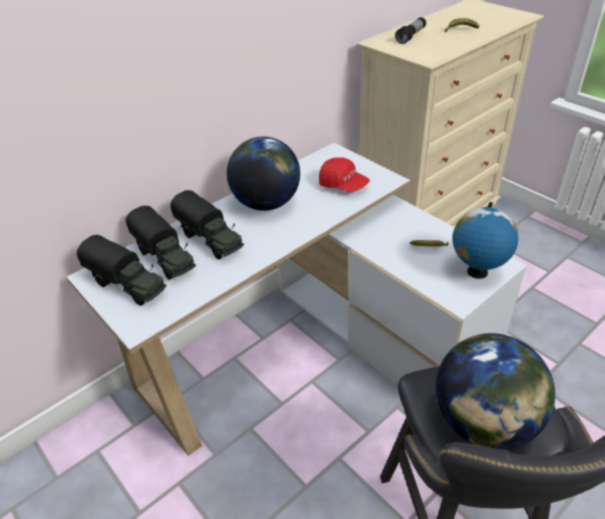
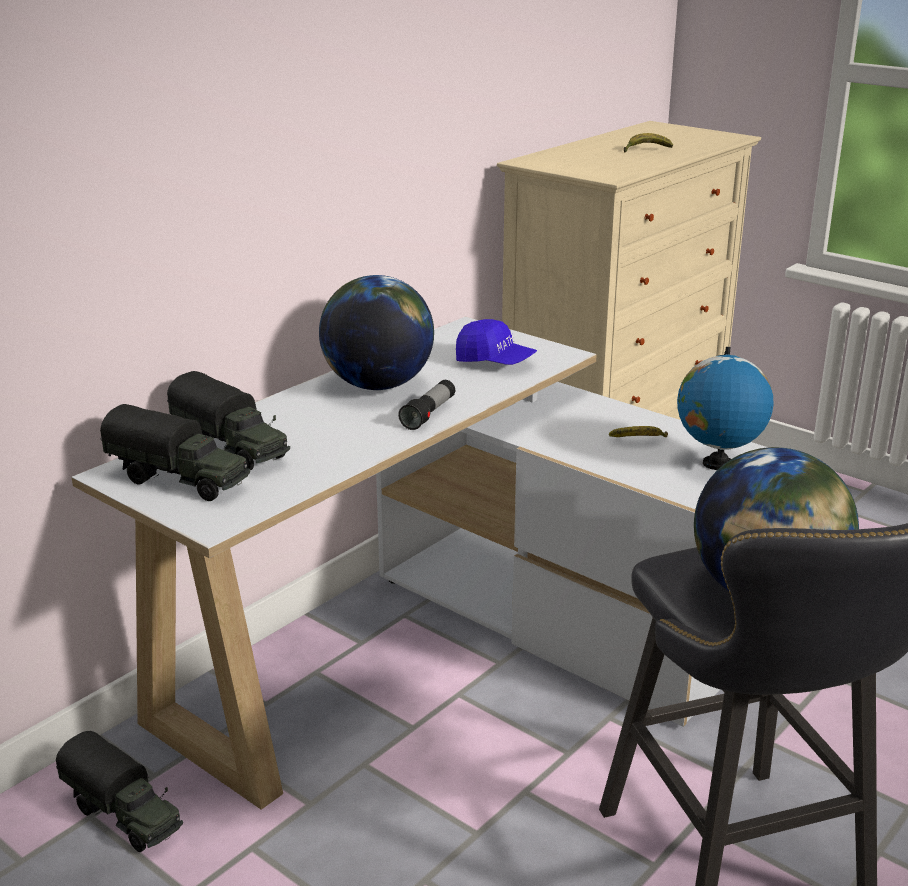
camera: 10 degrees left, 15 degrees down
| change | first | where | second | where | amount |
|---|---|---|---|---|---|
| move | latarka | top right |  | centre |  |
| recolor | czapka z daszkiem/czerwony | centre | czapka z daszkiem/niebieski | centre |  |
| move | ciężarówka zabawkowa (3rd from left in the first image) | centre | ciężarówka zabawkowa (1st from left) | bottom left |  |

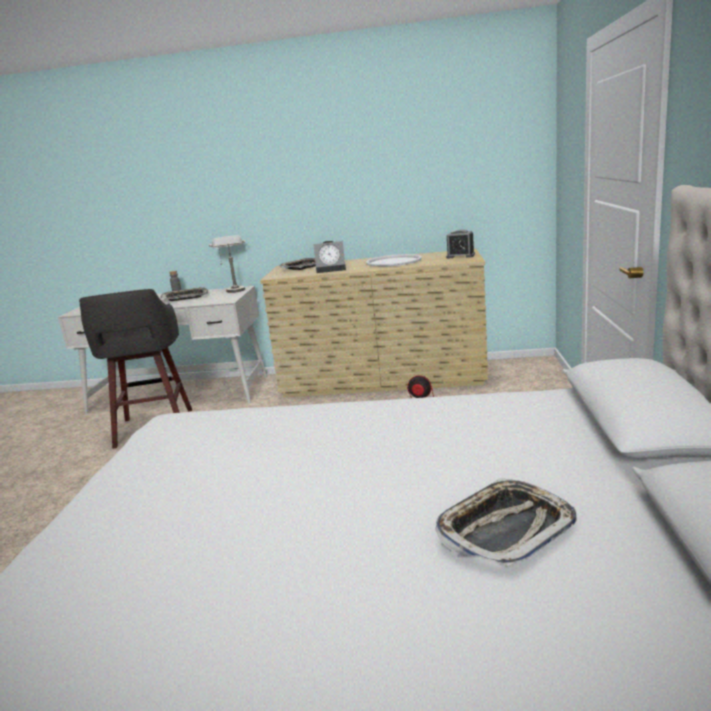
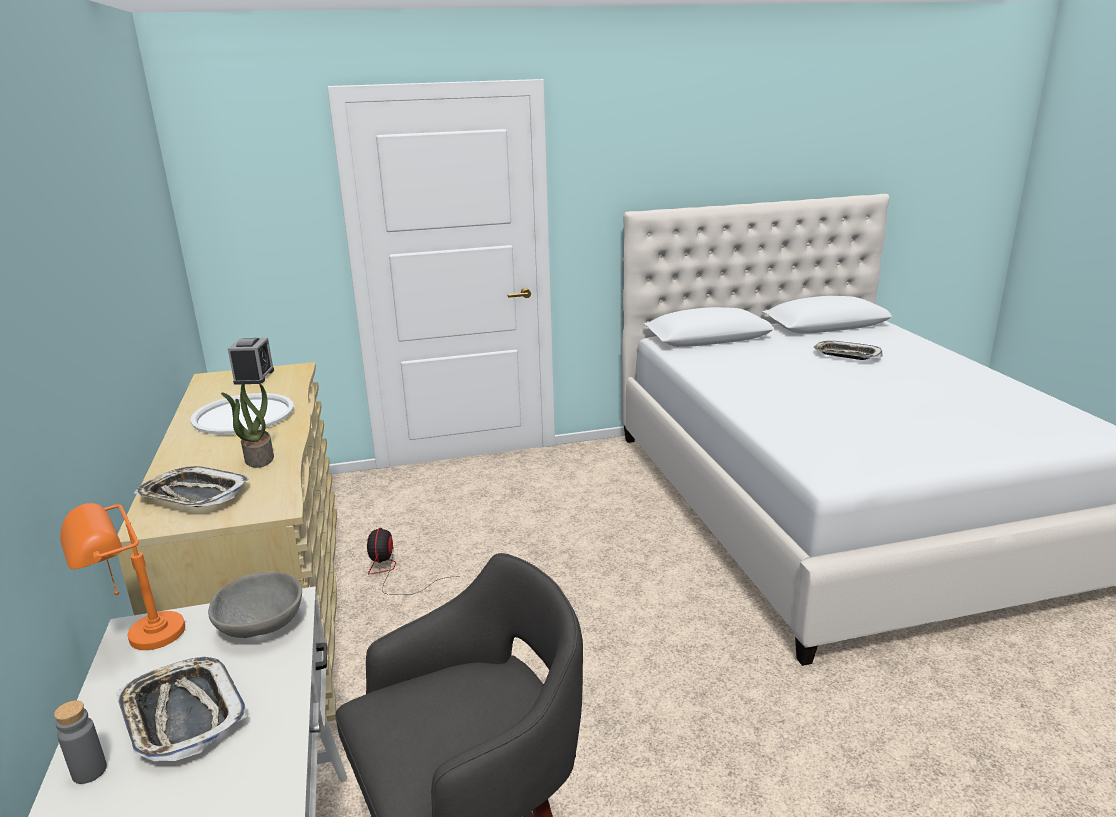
camera: 110 degrees left, 5 degrees up
| change | first | where | second | where | amount |
|---|---|---|---|---|---|
| recolor | lampa stołowa/szary | middle left | lampa stołowa/pomarańczowy | bottom left |  |
| replace | budzik (1st from left) | centre | roślina doniczkowa | middle left |  |
| insert |  |  | miska/szary | bottom left |  |

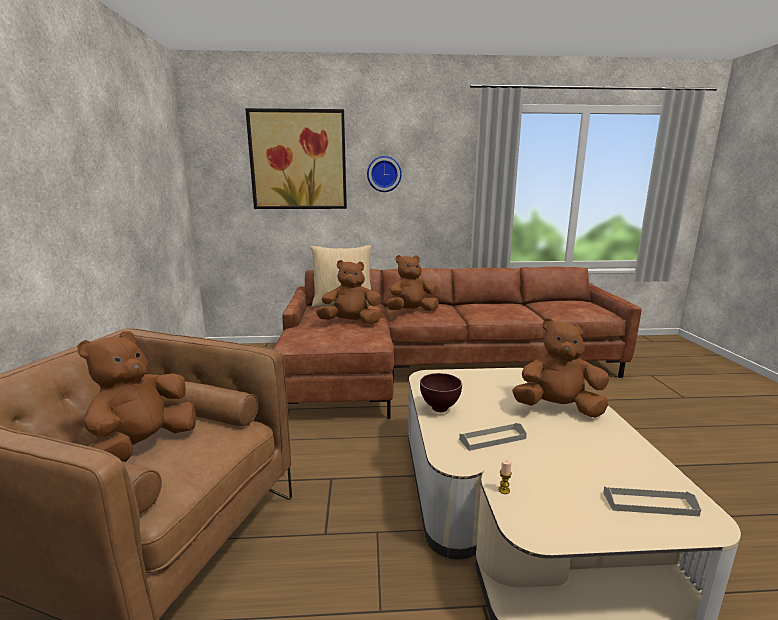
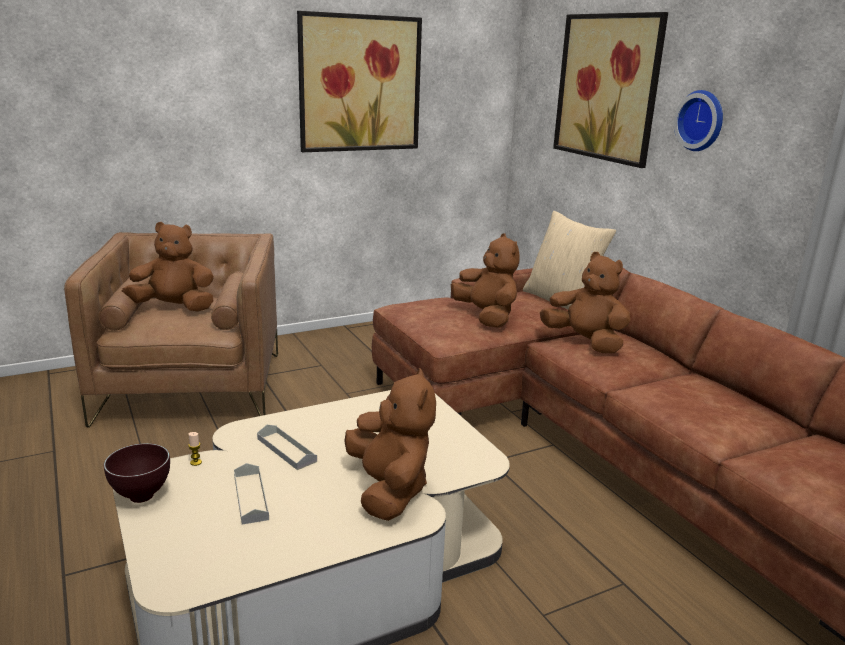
camera: 65 degrees right, 5 degrees up
| change | first | where | second | where | amount |
|---|---|---|---|---|---|
| move | miska/brązowy | centre |  | bottom left |  |
| move | taca/szary (2nd from left in the first image) | bottom right | taca/szary (1st from left) | bottom left |  |
| insert |  |  | obraz (1st from left) | top centre |  |

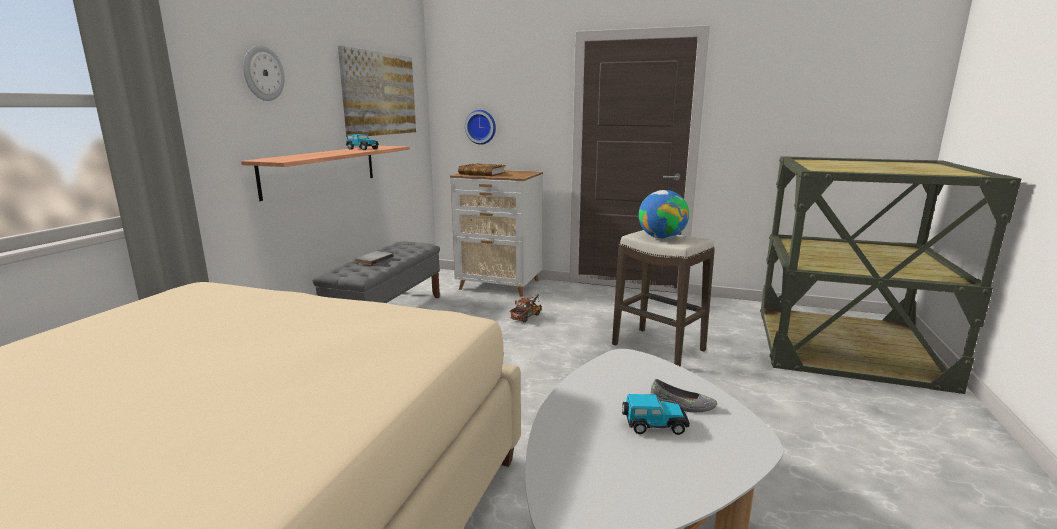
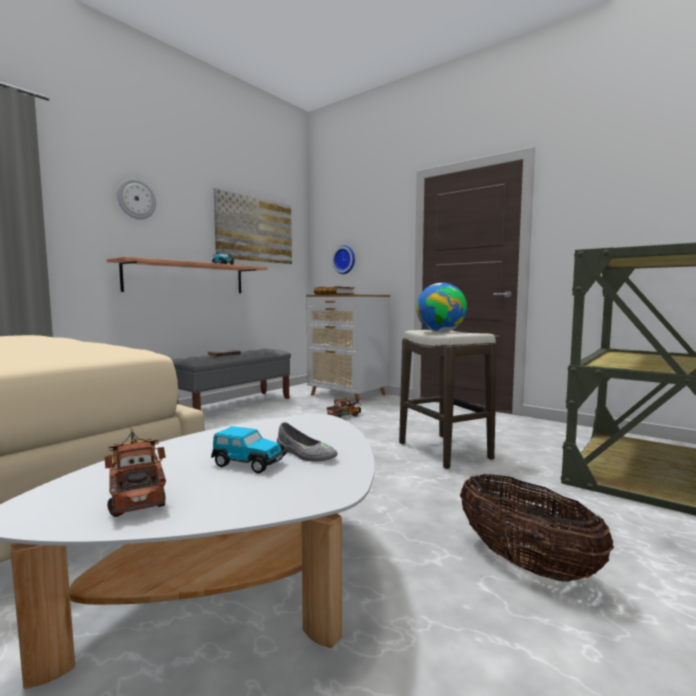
camera: 20 degrees right, 10 degrees down
| change | first | where | second | where | amount |
|---|---|---|---|---|---|
| insert |  |  | ciężarówka zabawkowa (1st from left) | bottom left |  |
| insert |  |  | koszyk | bottom right |  |

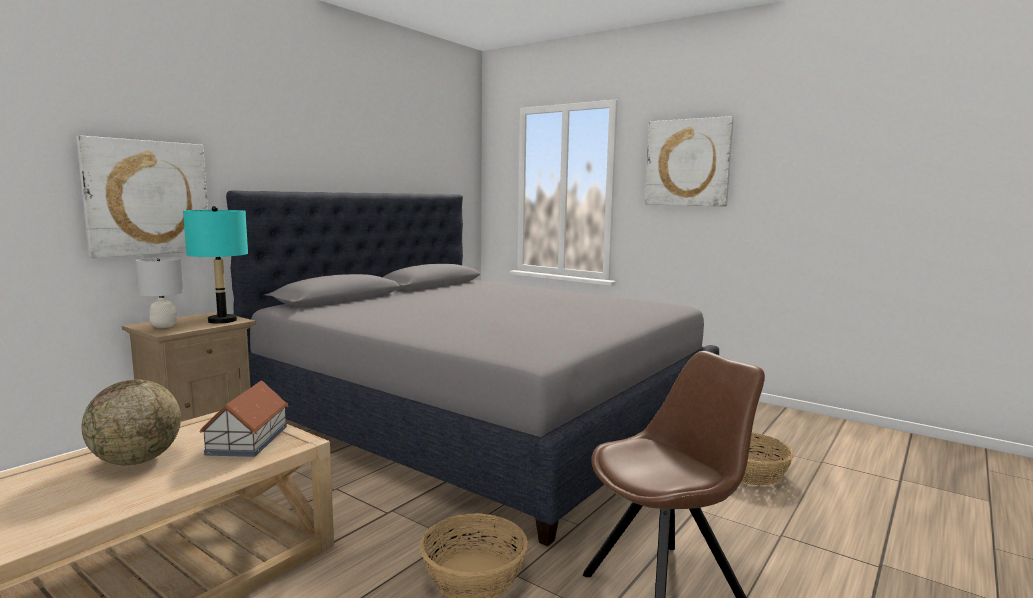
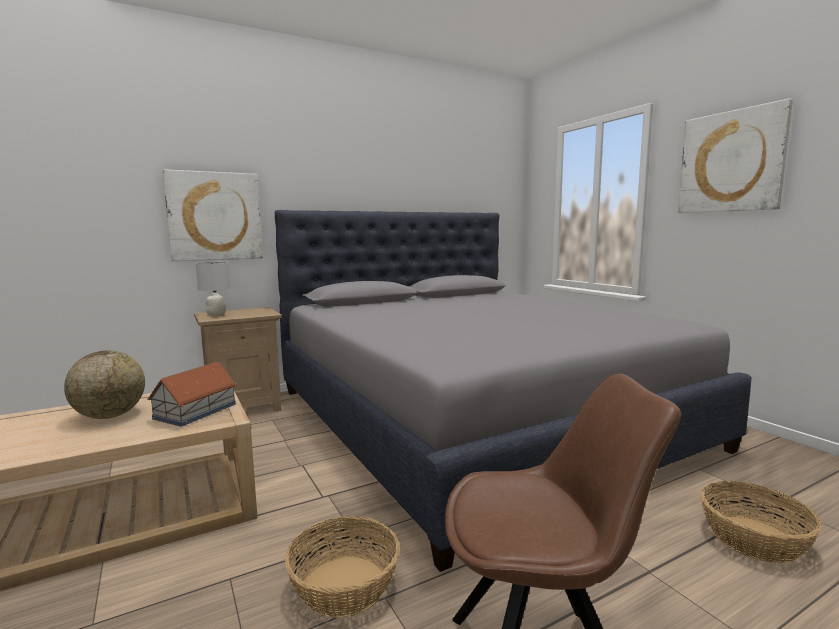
camera: 25 degrees right, 0 degrees up
| change | first | where | second | where | amount |
|---|---|---|---|---|---|
| delete | lampa stołowa/turkusowy | middle left |  |  |  |

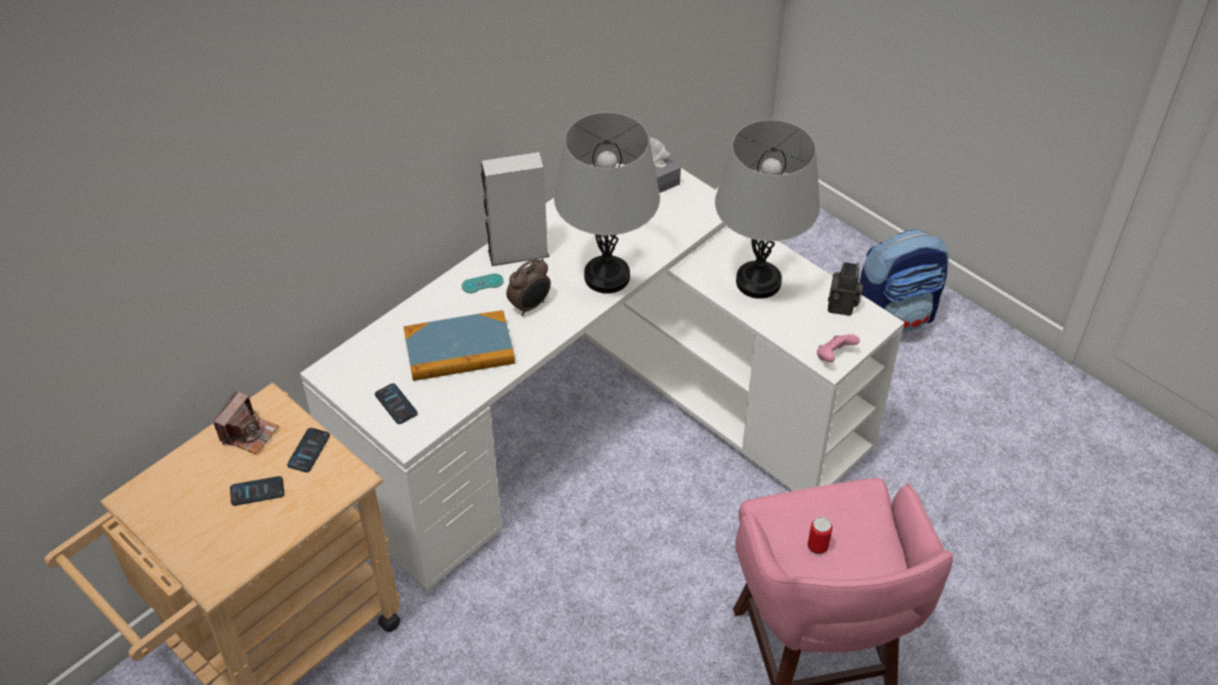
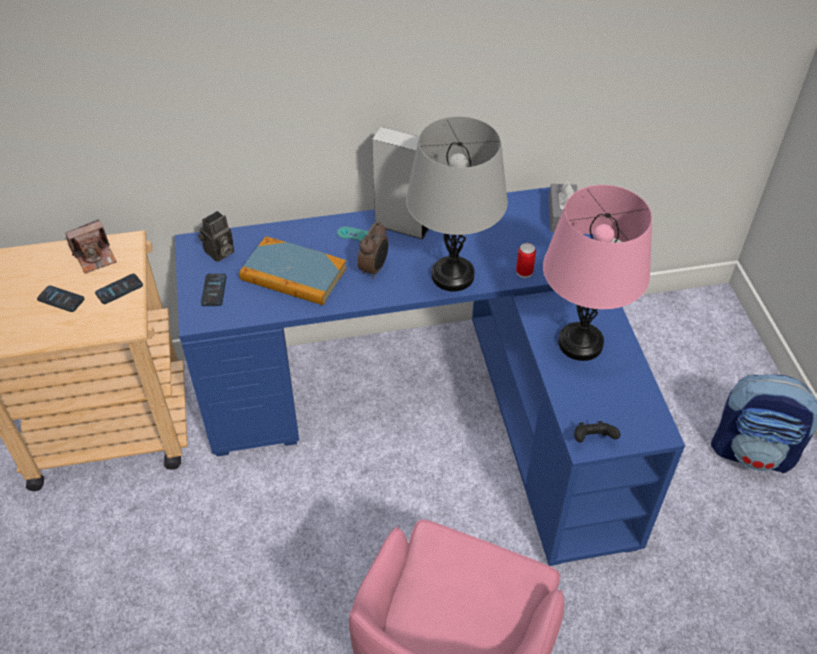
camera: 35 degrees right, 0 degrees up
| change | first | where | second | where | amount |
|---|---|---|---|---|---|
| recolor | lampa stołowa/szary (2nd from left) | top centre | lampa stołowa/różowy | middle right |  |
| recolor | biurko/biały | centre | biurko/niebieski | centre |  |
| rotate | budzik | centre |  | centre | 60 degrees counterclockwise |
| move | aparat fotograficzny (2nd from left) | middle right |  | middle left |  |
| recolor | pad do gier/różowy | middle right | pad do gier/czarny | middle right |  |
| move | puszka | bottom right |  | centre |  |

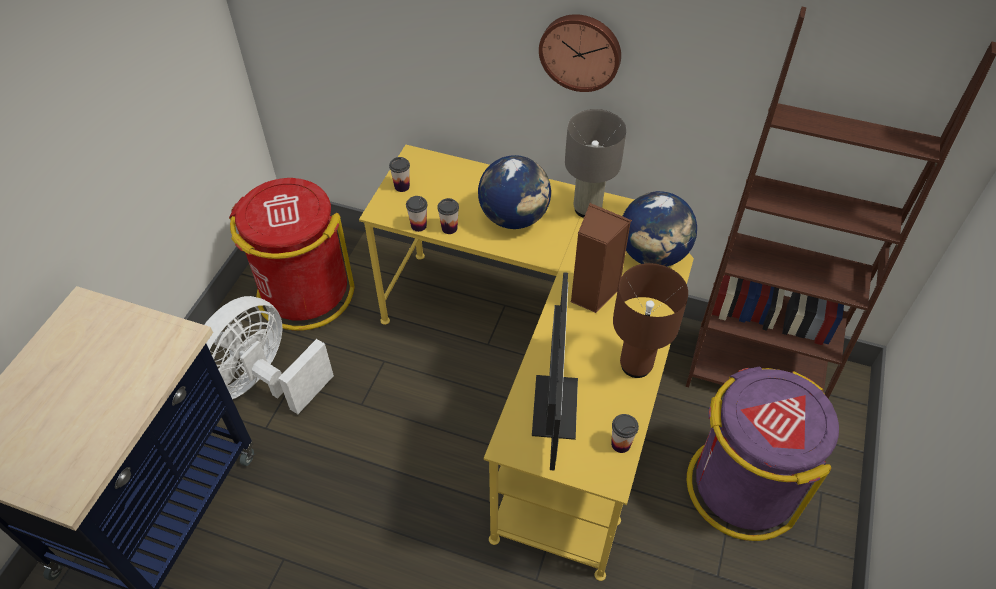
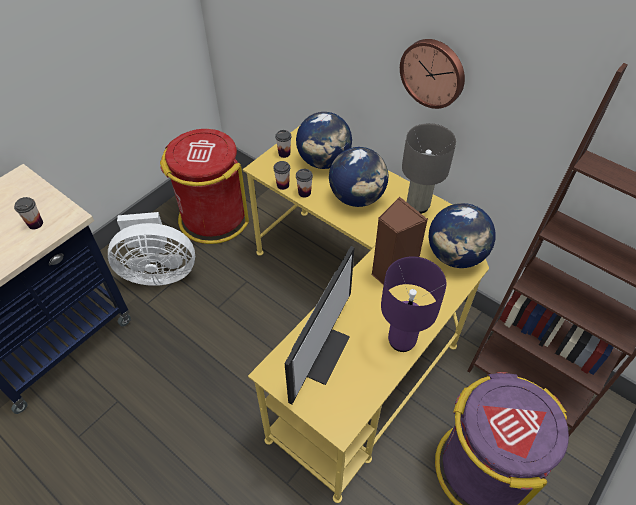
camera: 20 degrees right, 0 degrees up
| change | first | where | second | where | amount |
|---|---|---|---|---|---|
| recolor | lampa stołowa/brązowy | centre | lampa stołowa/fioletowy | centre |  |
| rotate | wentylator/biały | middle left |  | middle left | 150 degrees counterclockwise |
| move | filiżanka (4th from left in the first image) | bottom centre | filiżanka (1st from left) | middle left |  |
| insert |  |  | globus (1st from left) | top centre |  |

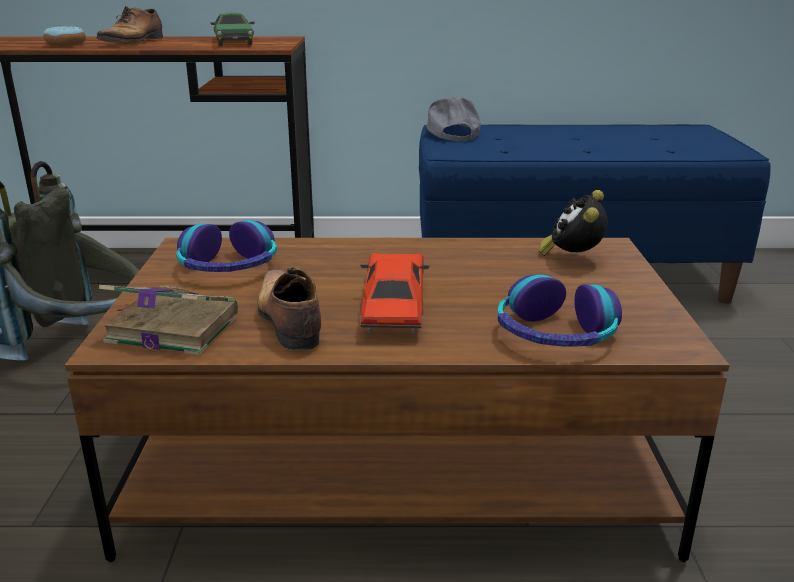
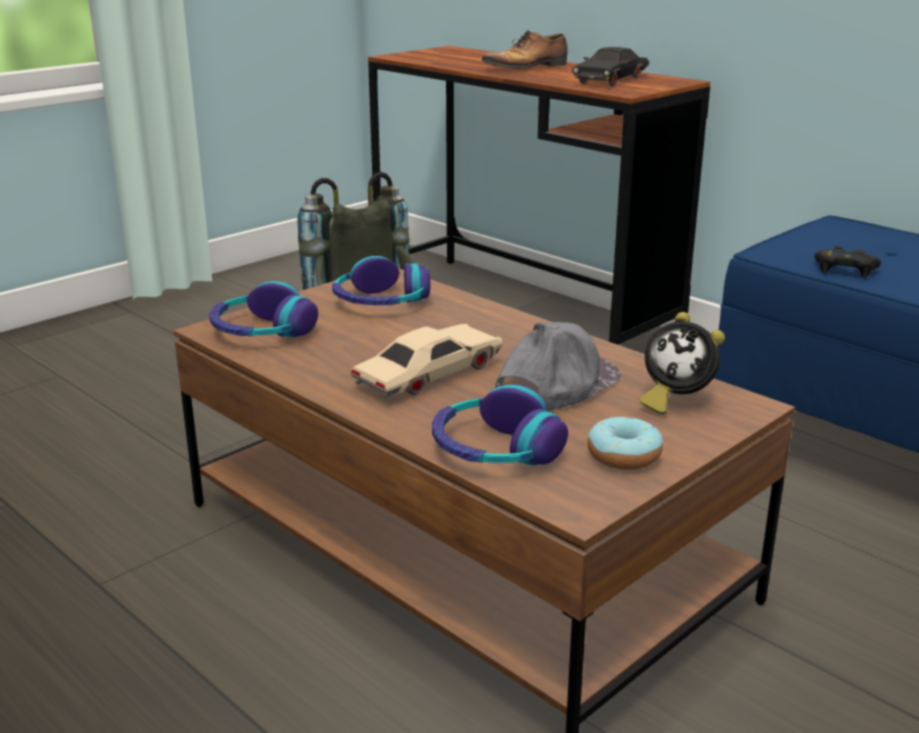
camera: 45 degrees right, 0 degrees up
| change | first | where | second | where | amount |
|---|---|---|---|---|---|
| recolor | samochodzik/zielony | top left | samochodzik/czarny | top centre |  |
| move | donut | top left |  | middle right |  |
| move | czapka z daszkiem/szary | top centre |  | centre |  |
| rotate | budzik | middle right |  | middle right | 120 degrees counterclockwise |
| recolor | samochodzik/czerwony | centre | samochodzik/beżowy | centre |  |
| delete | but (2nd from left) | centre |  |  |  |
| replace | książka | middle left | słuchawki (1st from left) | middle left |  |
| insert |  |  | pad do gier/czarny | middle right |  |

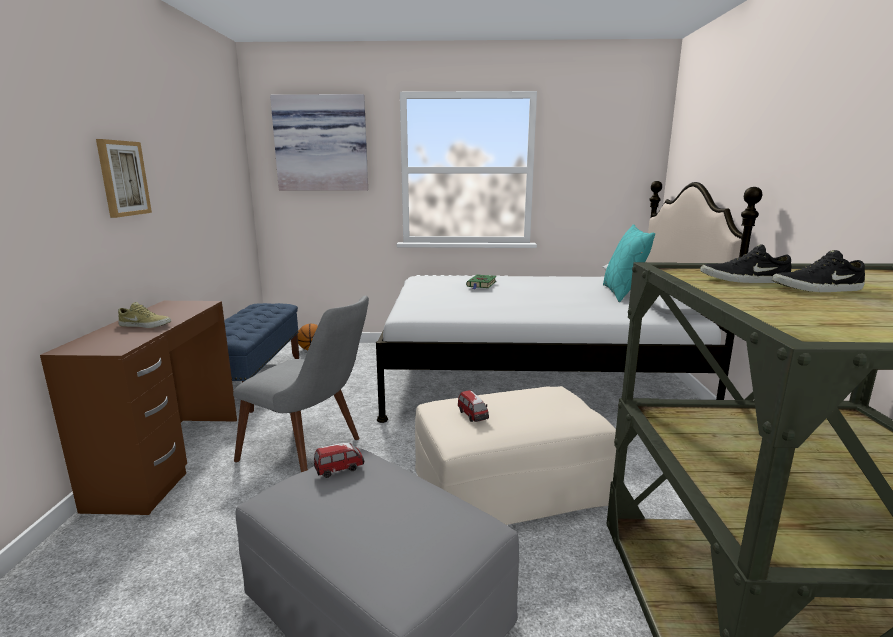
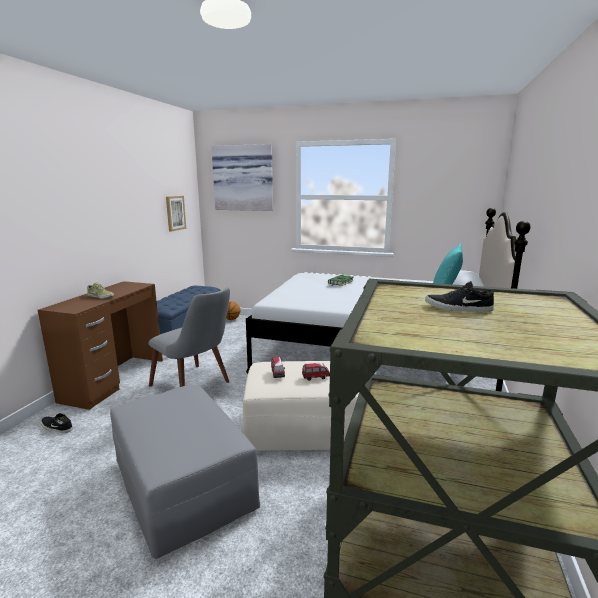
camera: 15 degrees right, 0 degrees up
| change | first | where | second | where | amount |
|---|---|---|---|---|---|
| move | obraz (1st from left) | top left |  | middle left |  |
| move | but/czarny (1st from left) | middle right |  | bottom left |  |
| move | samochodzik (1st from left in the first image) | bottom centre | samochodzik (2nd from left) | centre |  |

